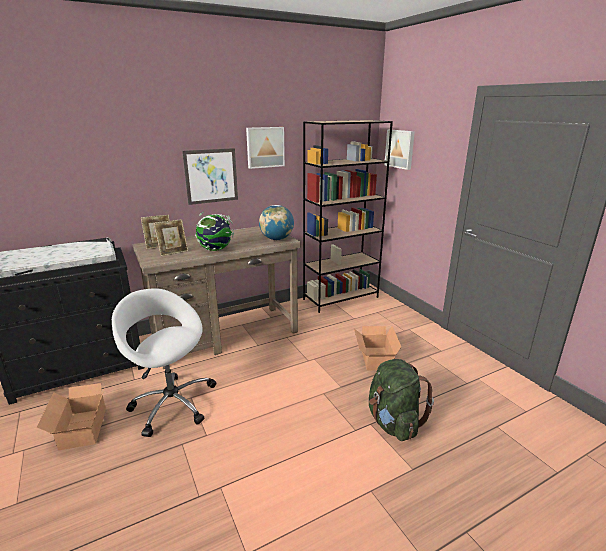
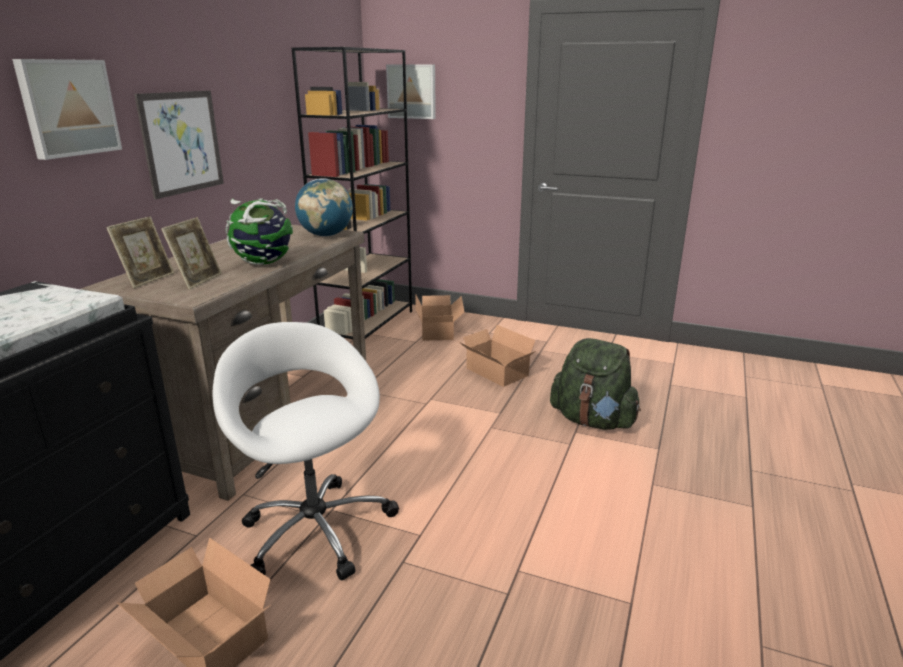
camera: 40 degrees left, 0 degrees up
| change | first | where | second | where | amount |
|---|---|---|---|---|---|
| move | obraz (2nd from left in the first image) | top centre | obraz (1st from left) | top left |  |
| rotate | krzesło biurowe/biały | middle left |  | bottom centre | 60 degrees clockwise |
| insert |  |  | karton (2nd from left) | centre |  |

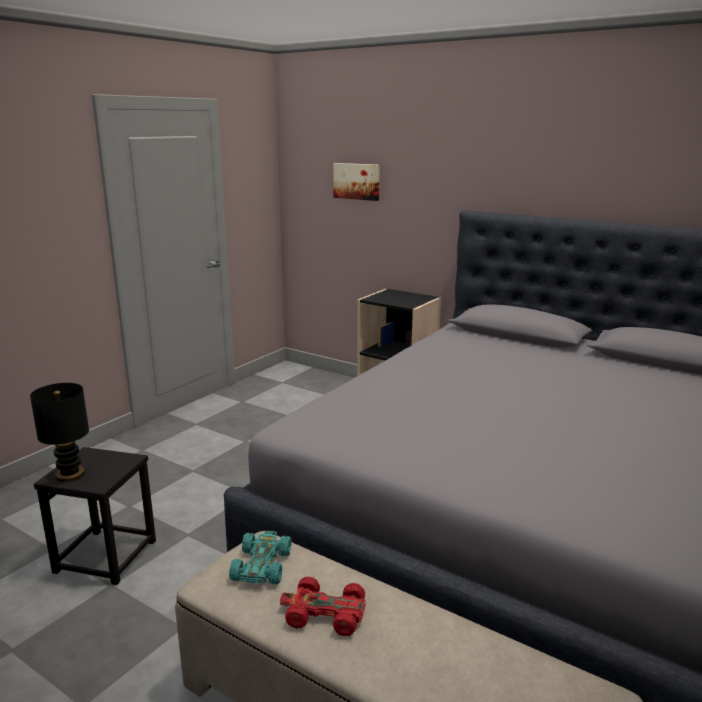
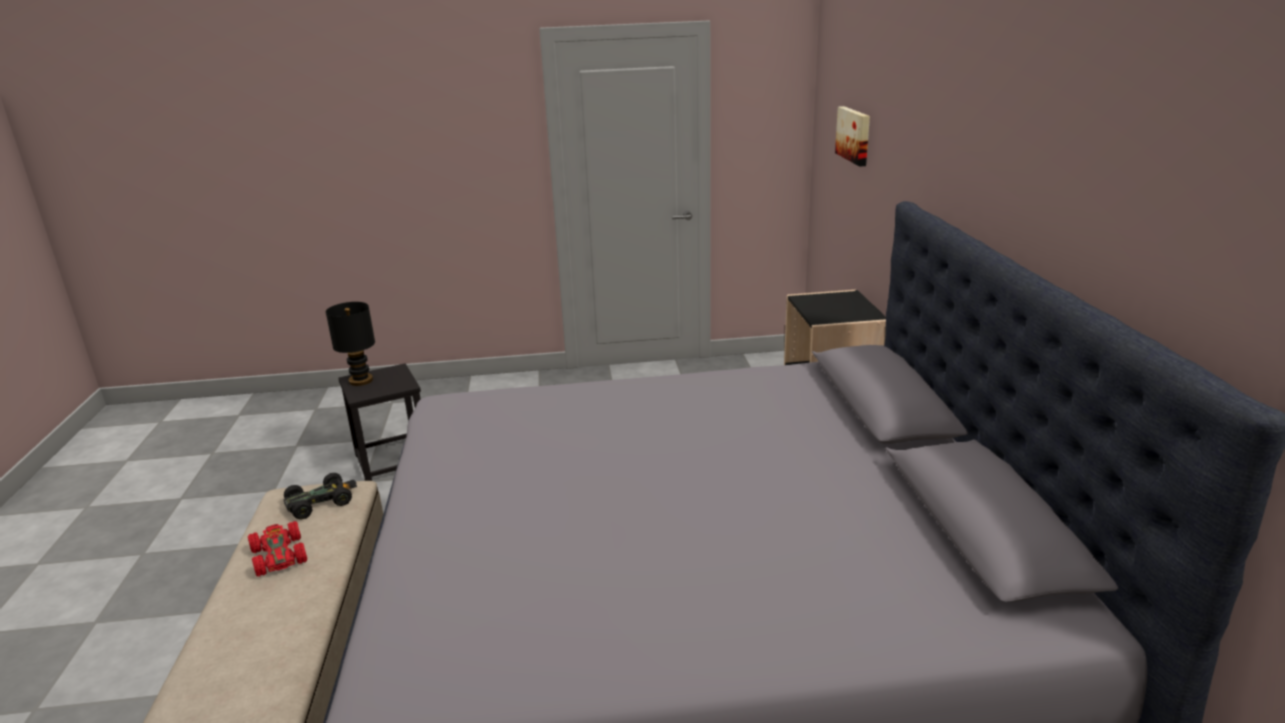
camera: 50 degrees right, 5 degrees up
| change | first | where | second | where | amount |
|---|---|---|---|---|---|
| recolor | samochodzik/turkusowy | bottom centre | samochodzik/czarny | bottom left |  |

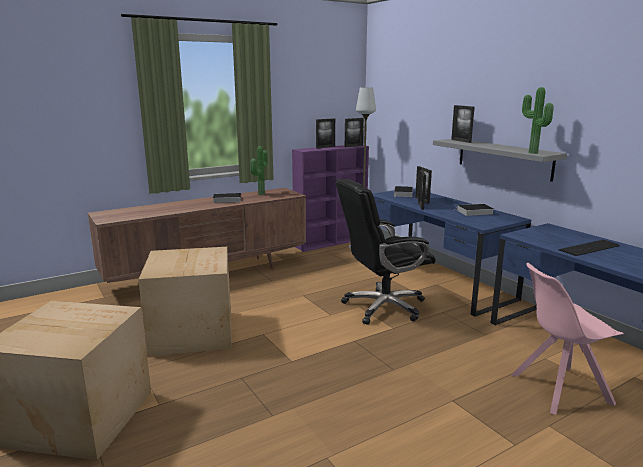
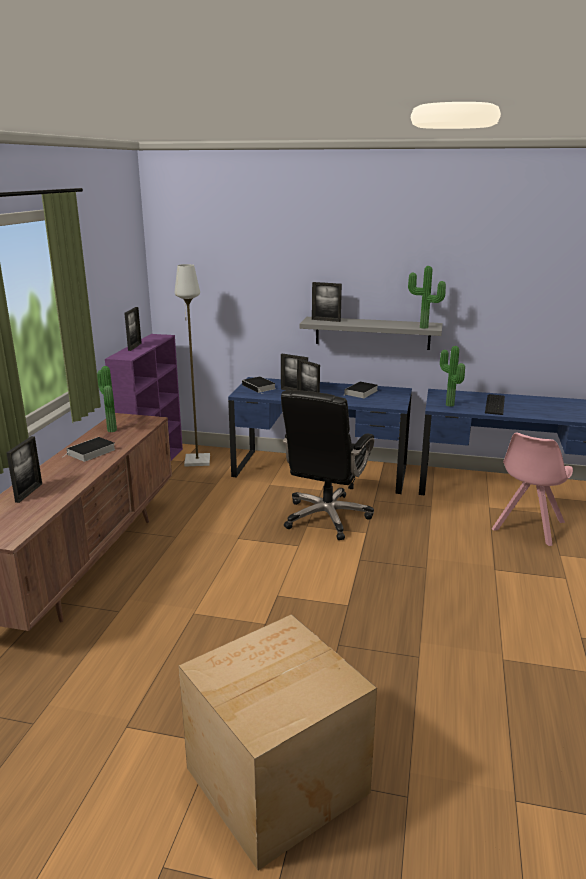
camera: 45 degrees left, 5 degrees up
| change | first | where | second | where | amount |
|---|---|---|---|---|---|
| move | ramka na zdjęcie (2nd from left in the first image) | top centre | ramka na zdjęcie (1st from left) | middle left |  |
| delete | karton (2nd from left) | middle left |  |  |  |
| insert |  |  | roślina doniczkowa (3rd from left) | middle right |  |

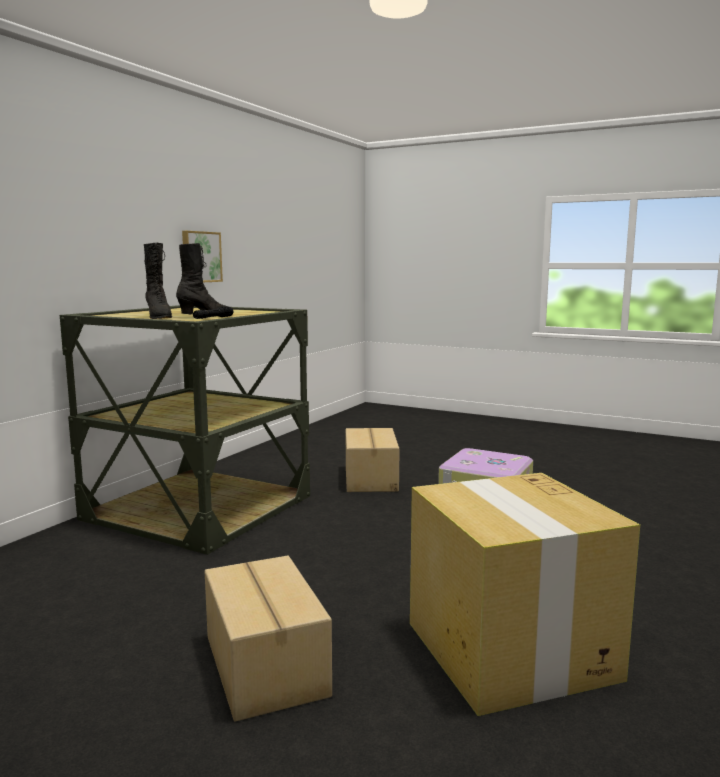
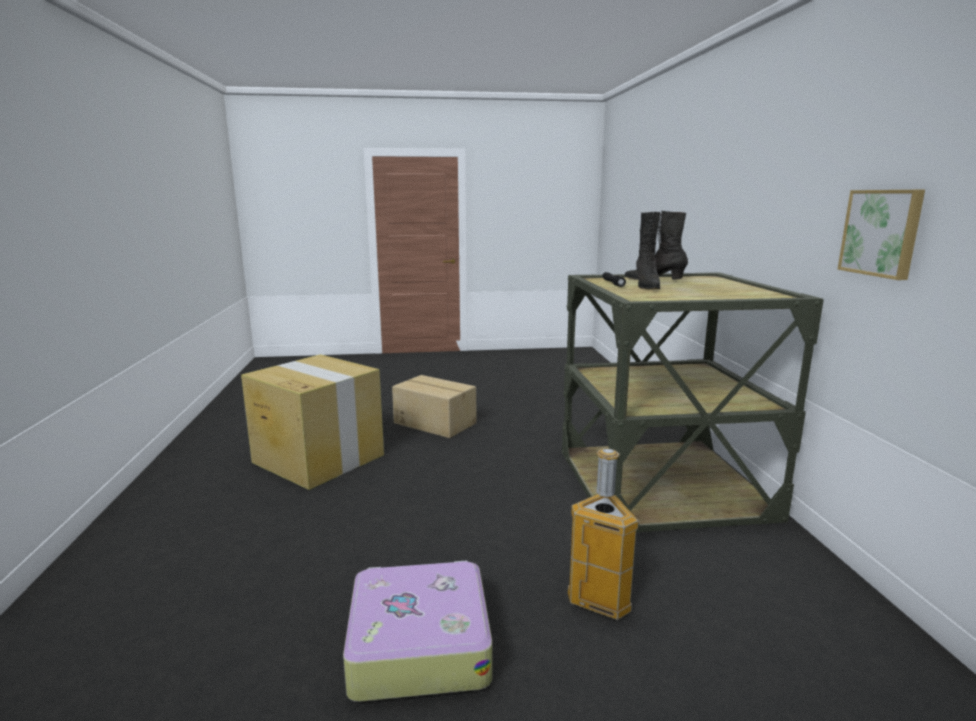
camera: 145 degrees right, 5 degrees up
| change | first | where | second | where | amount |
|---|---|---|---|---|---|
| replace | karton (2nd from left) | centre | kosz na śmieci | bottom centre |  |

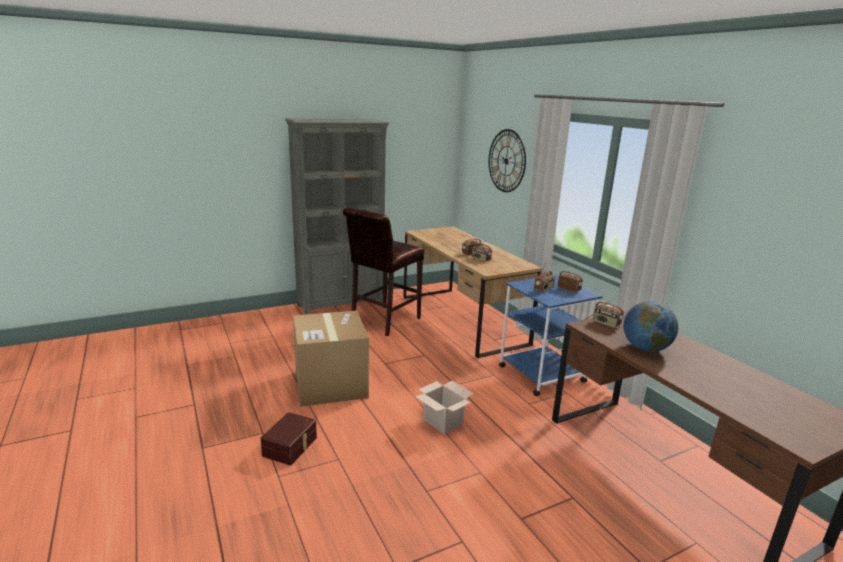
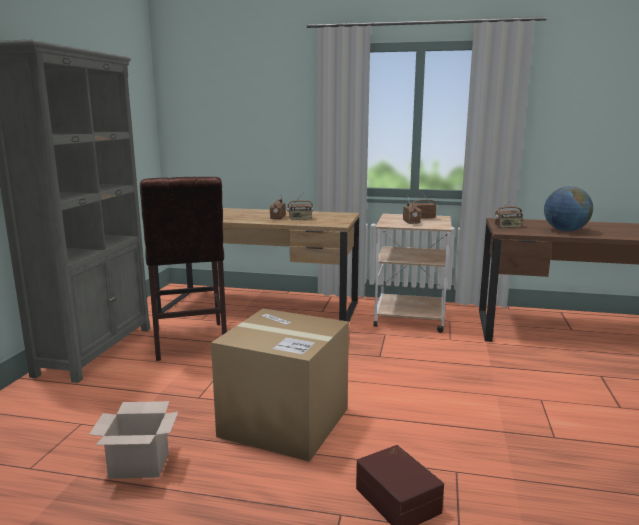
camera: 50 degrees left, 5 degrees down
| change | first | where | second | where | amount |
|---|---|---|---|---|---|
| delete | zegar ścienny | top centre |  |  |  |
| recolor | wózek/niebieski | centre | wózek/beżowy | centre |  |
| move | karton (2nd from left in the first image) | bottom centre | karton (1st from left) | bottom left |  |

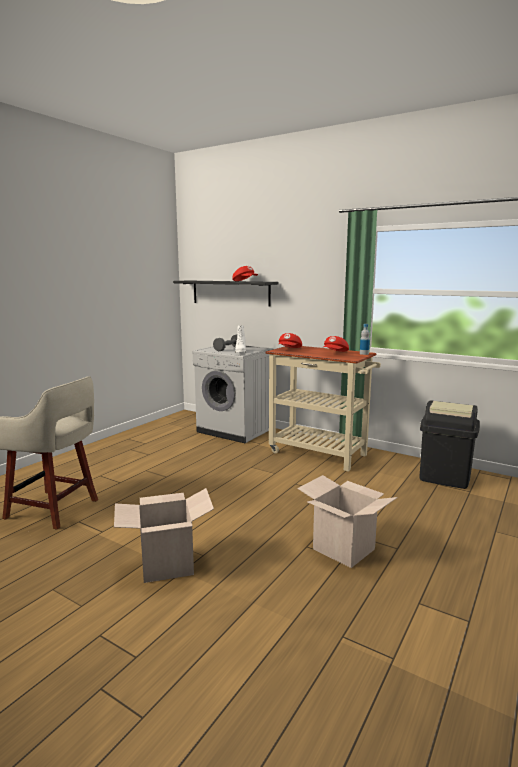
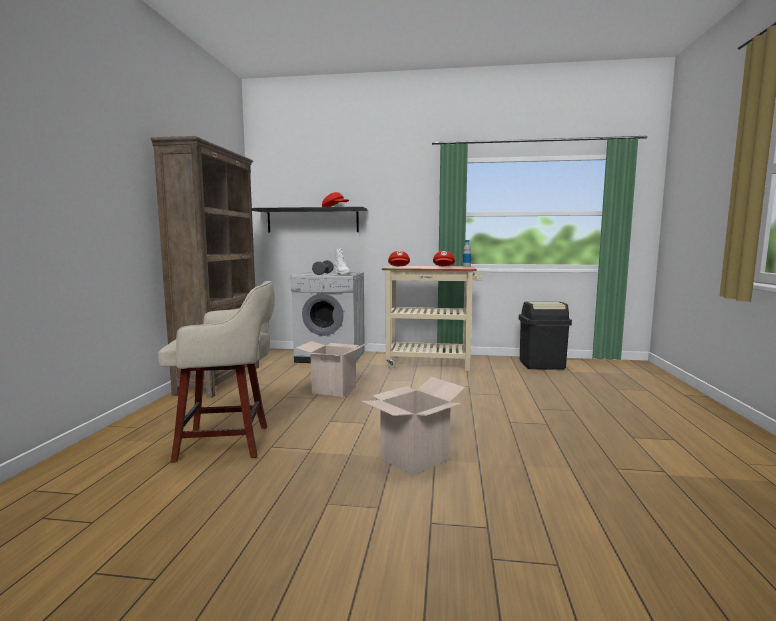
camera: 25 degrees left, 5 degrees down
| change | first | where | second | where | amount |
|---|---|---|---|---|---|
| move | karton (2nd from left in the first image) | bottom right | karton (1st from left) | centre |  |
| insert |  |  | regał/brązowy | middle left |  |

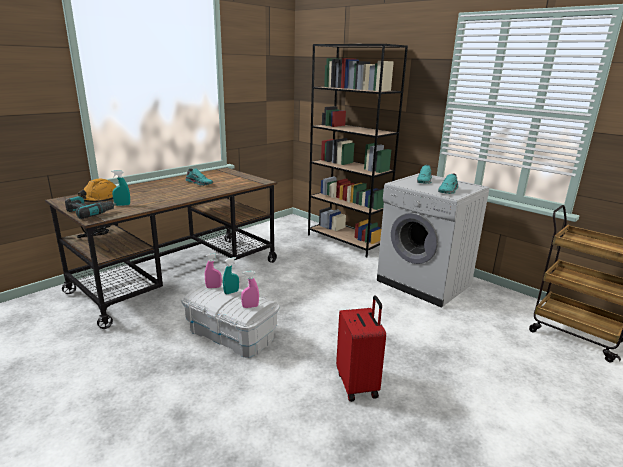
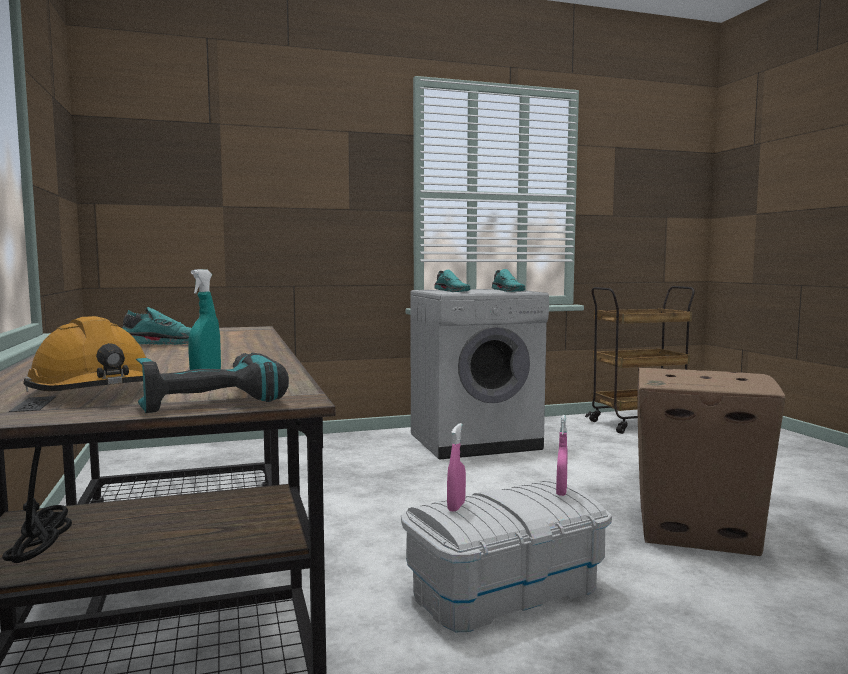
camera: 60 degrees left, 15 degrees down
| change | first | where | second | where | amount |
|---|---|---|---|---|---|
| delete | regał/beżowy | top centre |  |  |  |
| delete | spryskiwacz/turkusowy (2nd from left) | centre |  |  |  |
| replace | walizka/czerwony | bottom centre | karton | bottom right |  |

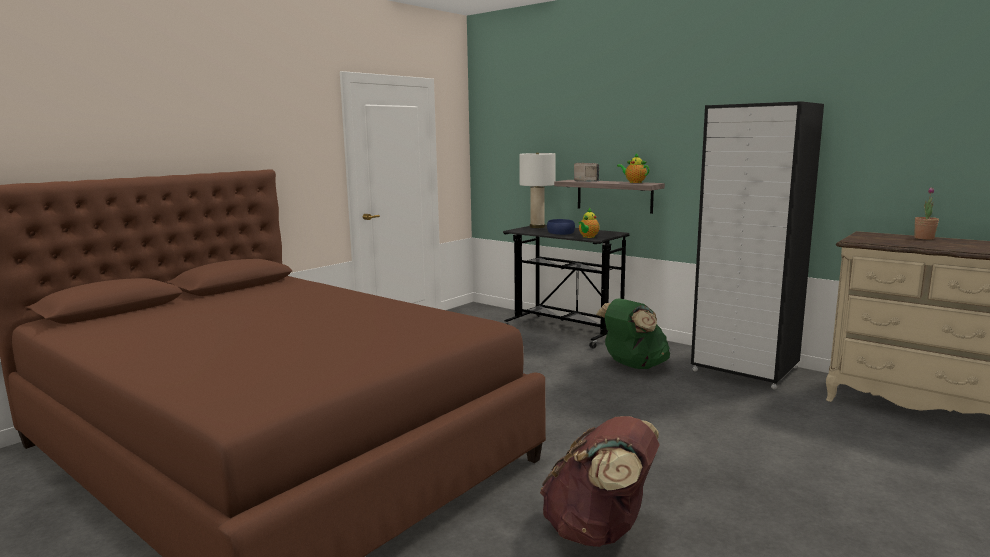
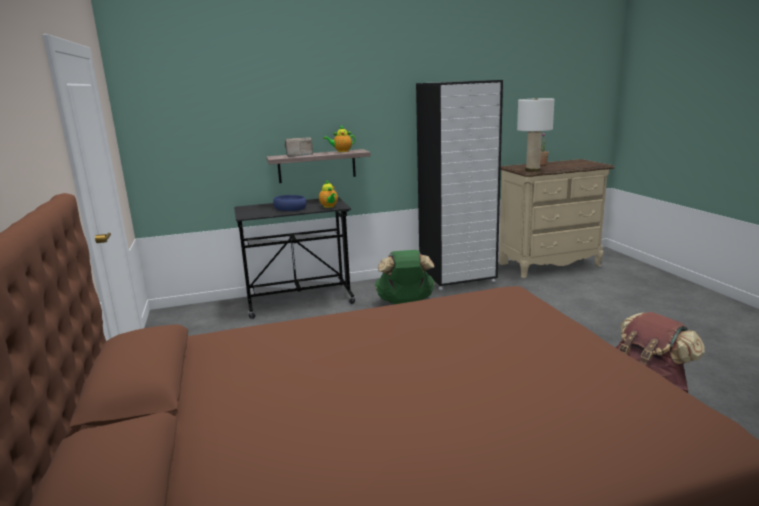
camera: 55 degrees left, 5 degrees up
| change | first | where | second | where | amount |
|---|---|---|---|---|---|
| move | lampa stołowa/biały | centre |  | top right |  |

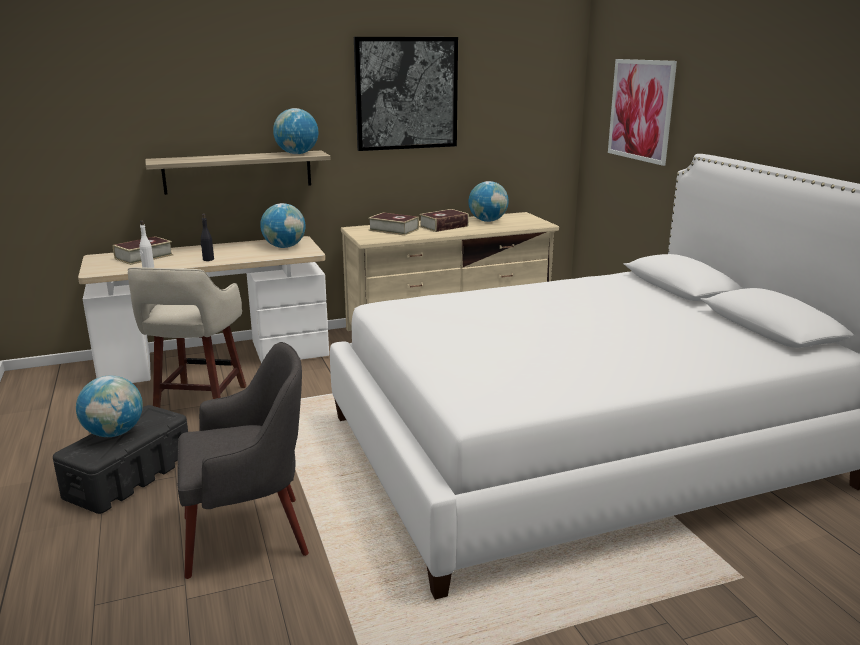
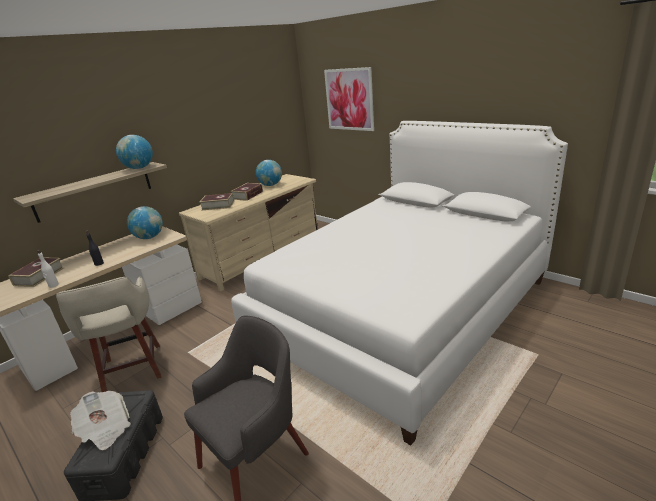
camera: 25 degrees left, 5 degrees up
| change | first | where | second | where | amount |
|---|---|---|---|---|---|
| delete | obraz (1st from left) | top centre |  |  |  |
| replace | globus (1st from left) | middle left | gazeta | bottom left |  |

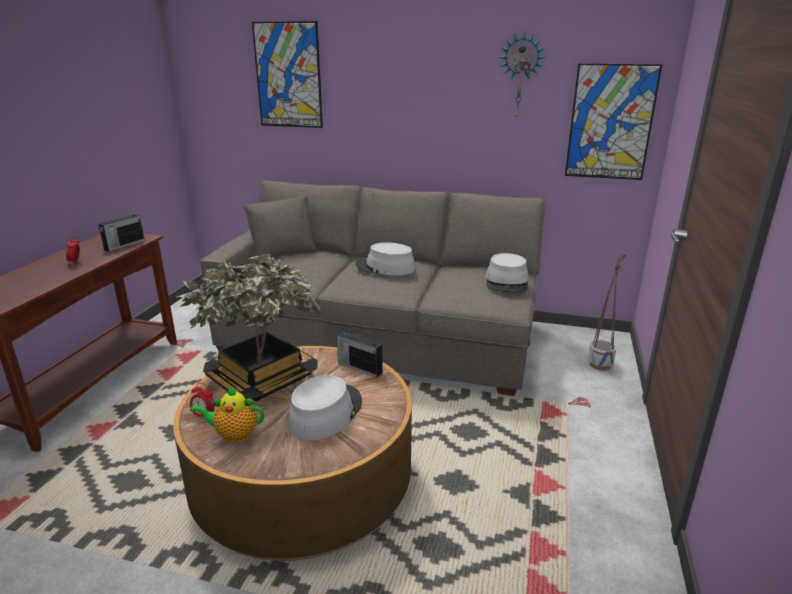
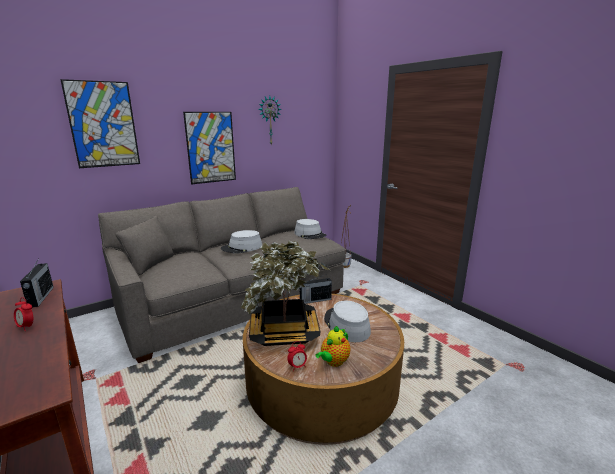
camera: 50 degrees left, 5 degrees down
| change | first | where | second | where | amount |
|---|---|---|---|---|---|
| move | obraz (2nd from left) | top right |  | top centre |  |

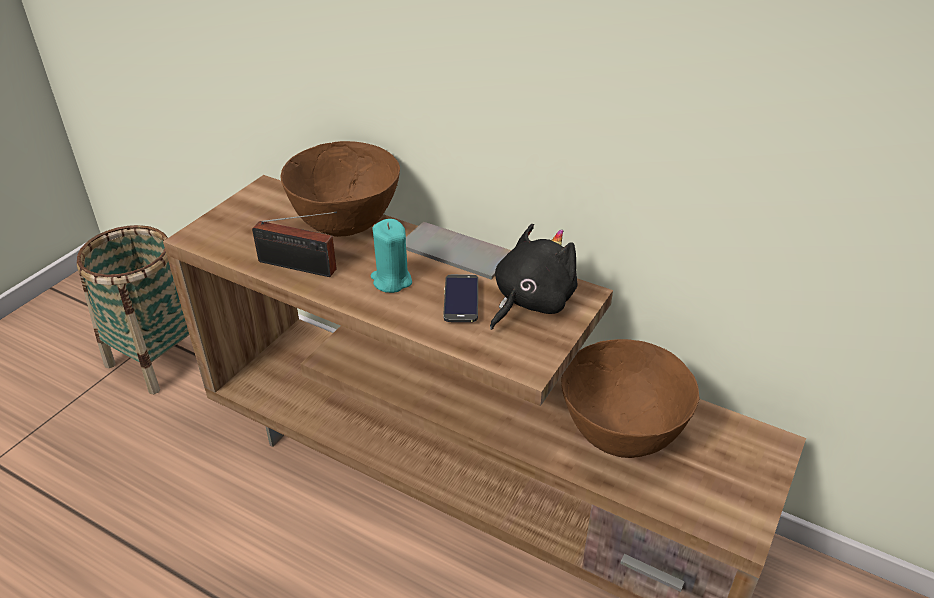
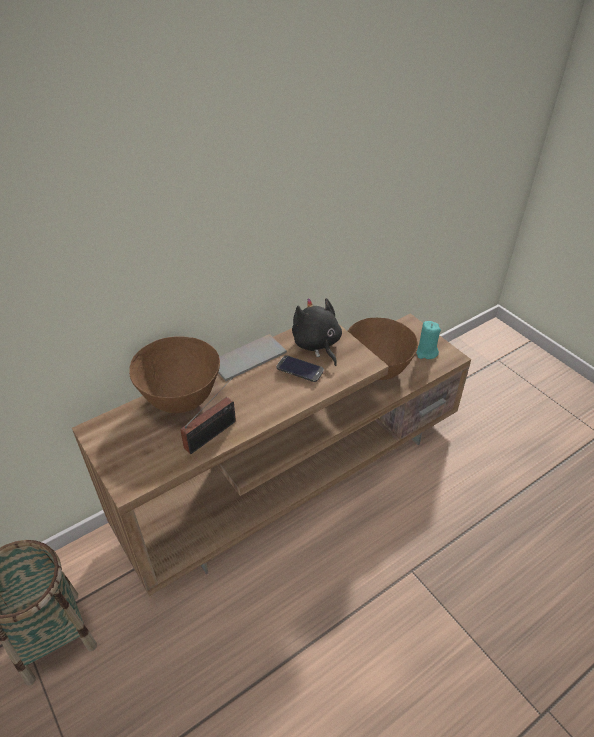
camera: 65 degrees left, 5 degrees up
| change | first | where | second | where | amount |
|---|---|---|---|---|---|
| move | świeca/turkusowy | centre |  | middle right |  |

